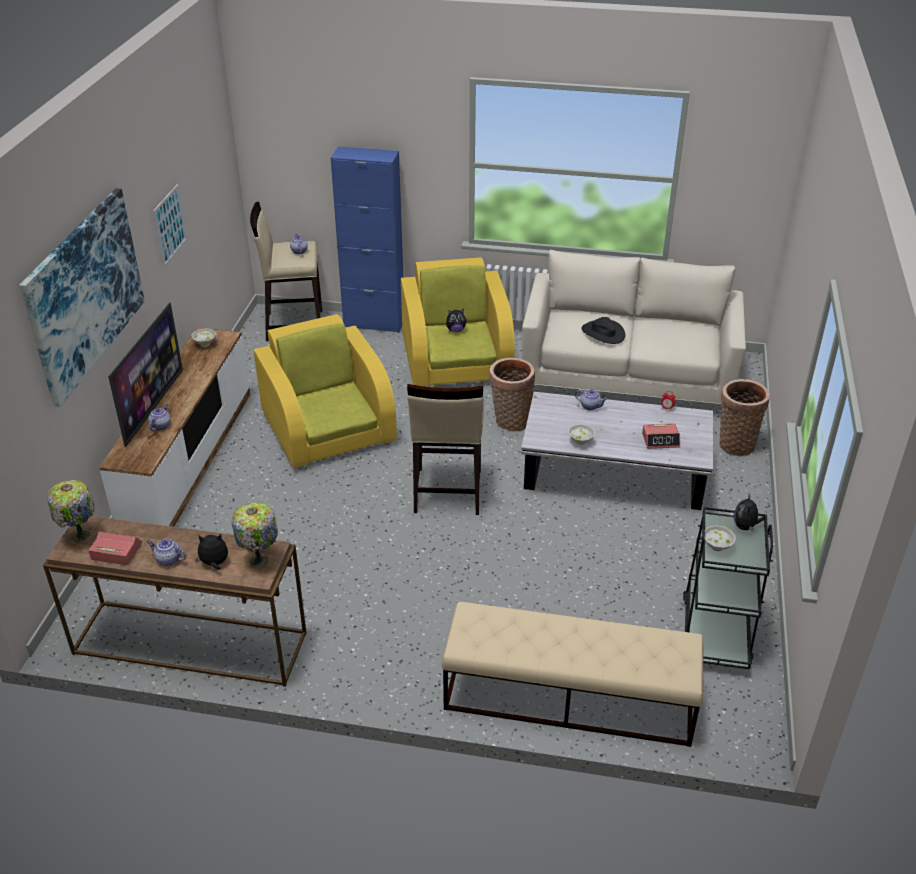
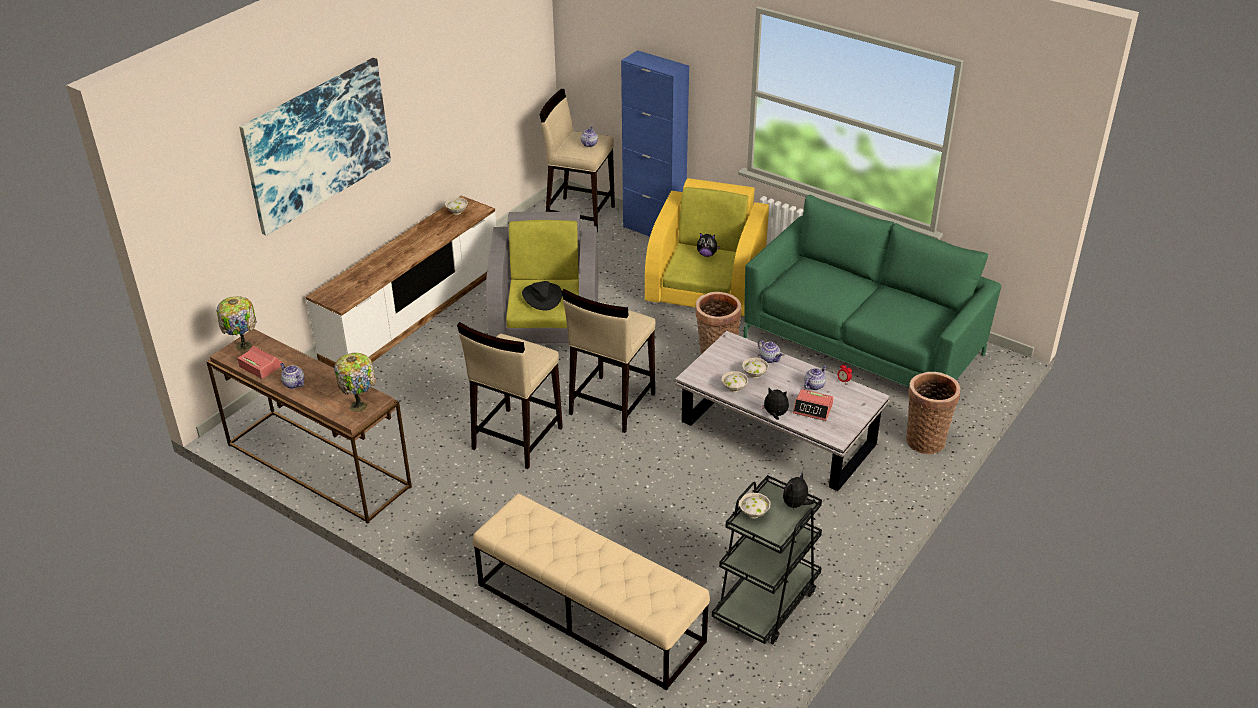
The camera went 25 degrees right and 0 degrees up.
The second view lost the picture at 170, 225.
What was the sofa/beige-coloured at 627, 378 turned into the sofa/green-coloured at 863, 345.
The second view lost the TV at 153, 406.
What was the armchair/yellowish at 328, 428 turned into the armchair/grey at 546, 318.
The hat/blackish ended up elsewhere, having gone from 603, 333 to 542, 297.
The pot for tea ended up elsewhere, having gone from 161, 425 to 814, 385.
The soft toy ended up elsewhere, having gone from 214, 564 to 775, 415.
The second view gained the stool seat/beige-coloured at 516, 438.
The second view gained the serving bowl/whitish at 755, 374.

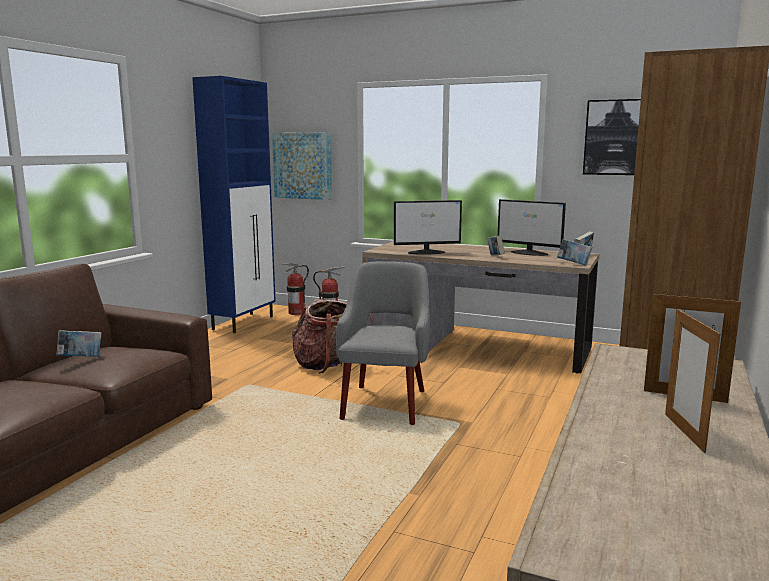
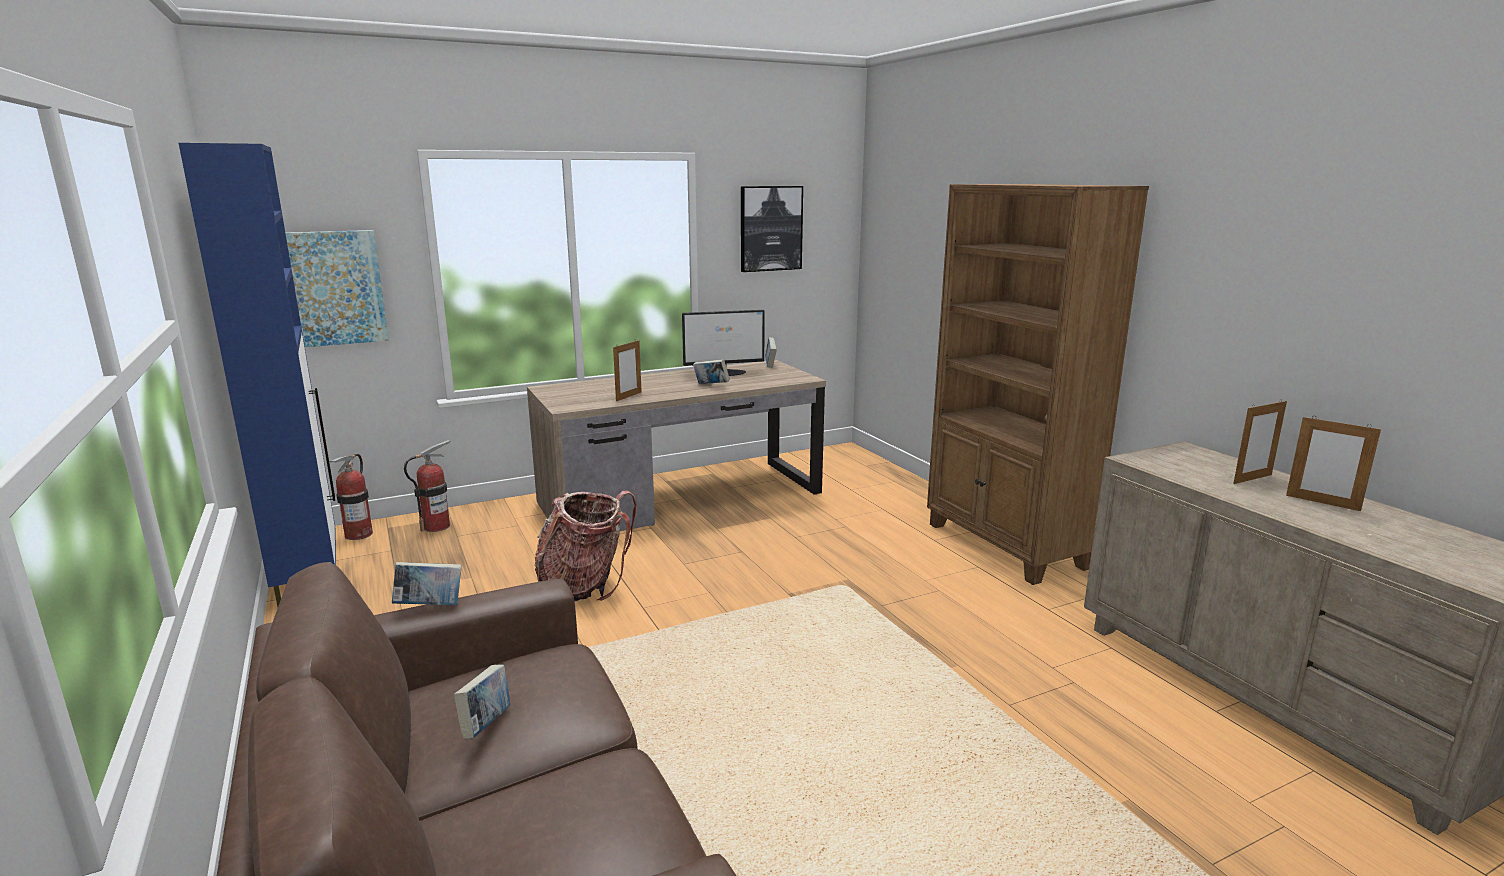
The camera went 50 degrees left and 5 degrees up.
Where the computer display stood at 427, 252, the photo frame came to stand at 628, 396.
The book ended up elsewhere, having gone from 573, 264 to 430, 606.
The second view lost the armchair/grey at 385, 403.

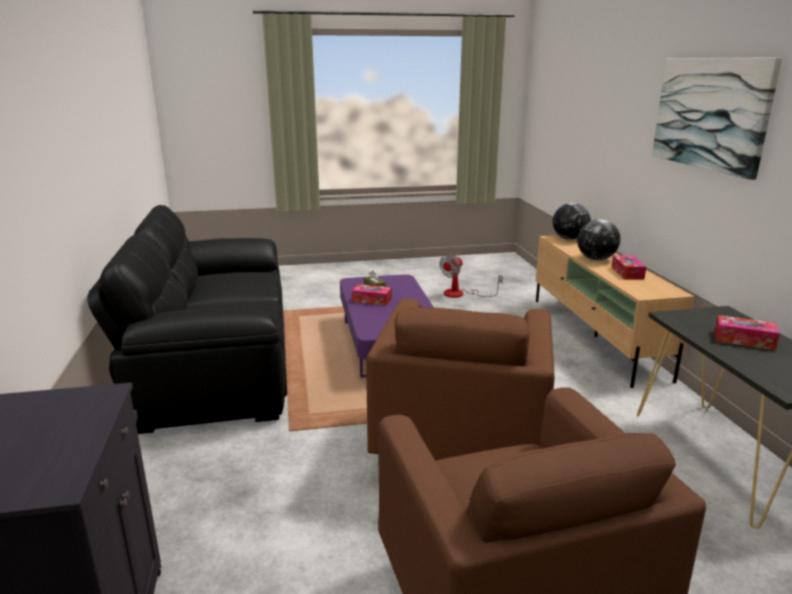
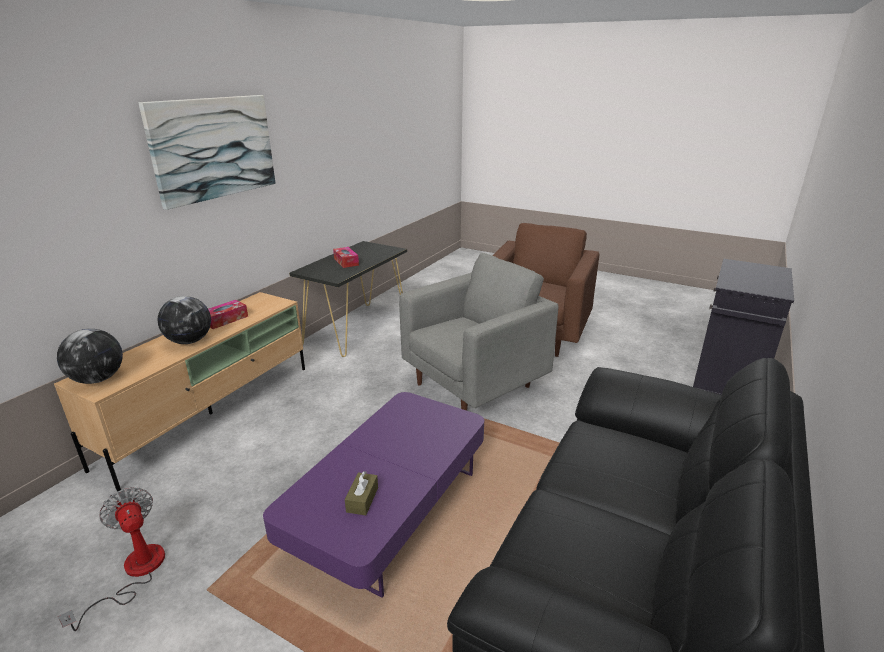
The camera went 140 degrees left and 5 degrees up.
The cooling fan at 461, 294 ended up facing another way, 120 degrees counterclockwise from before.
The second view lost the tissue holder at 371, 300.
What was the armchair/brown-coloured at 460, 450 turned into the armchair/grey at 474, 385.

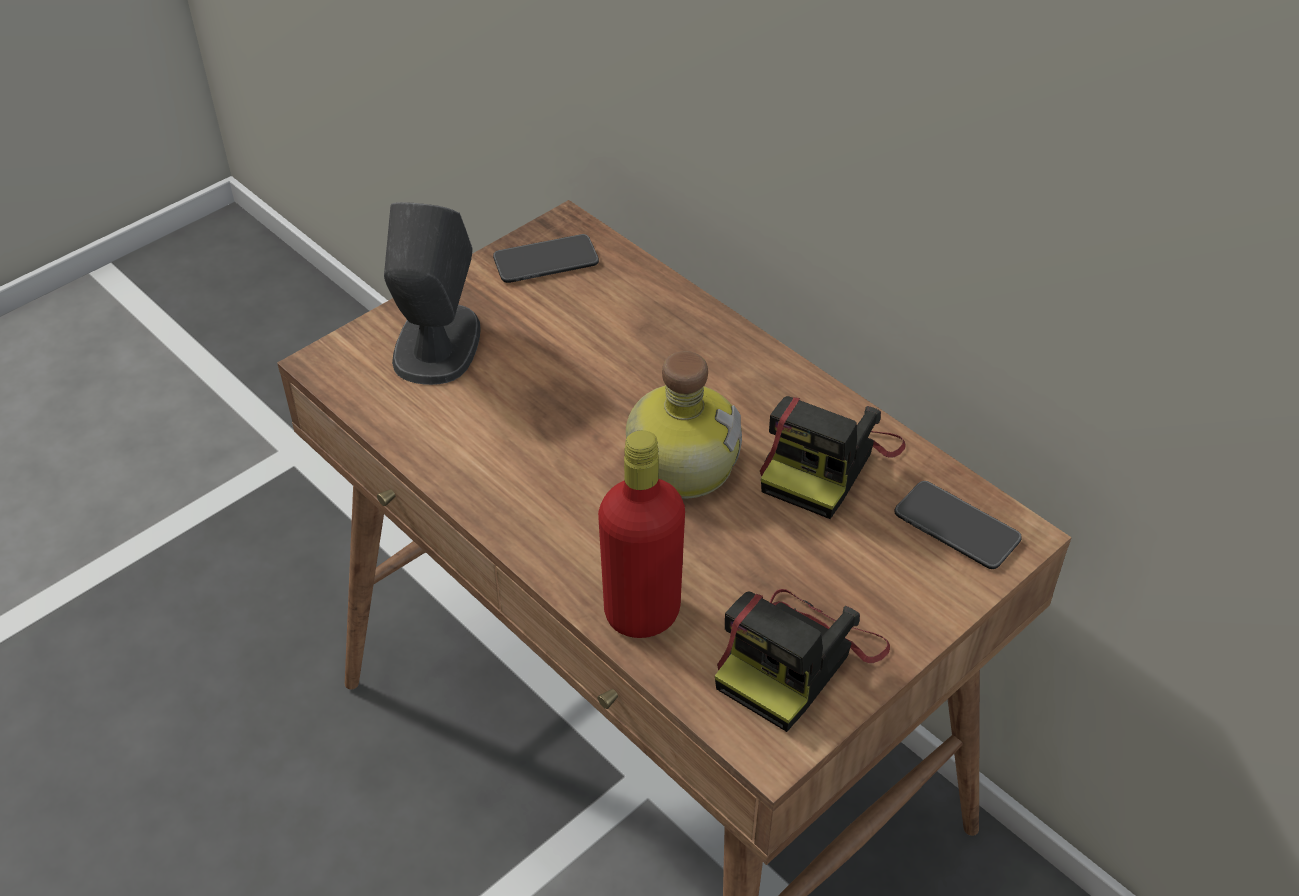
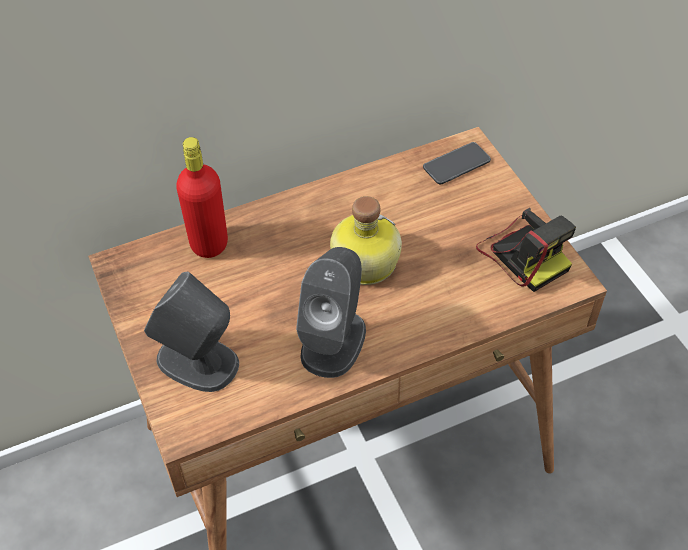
The camera went 70 degrees left and 5 degrees up.
The second view lost the telephone at 546, 260.
The second view lost the still camera at 827, 462.
The drink bottle/red-coloured ended up elsewhere, having gone from 642, 613 to 209, 243.
The second view gained the loudspeaker/grey at 333, 341.

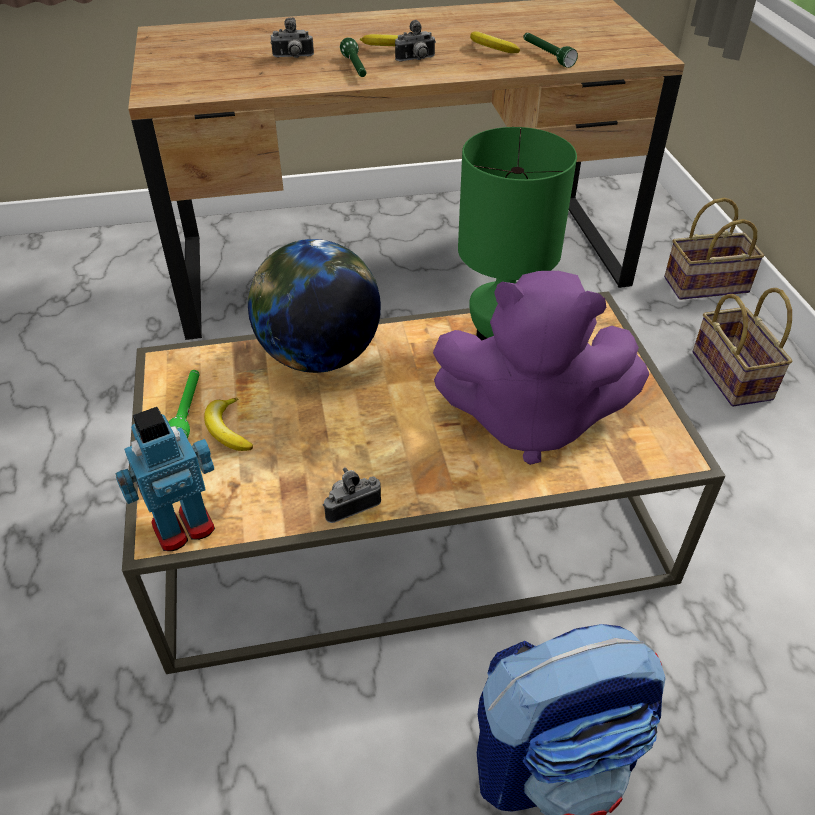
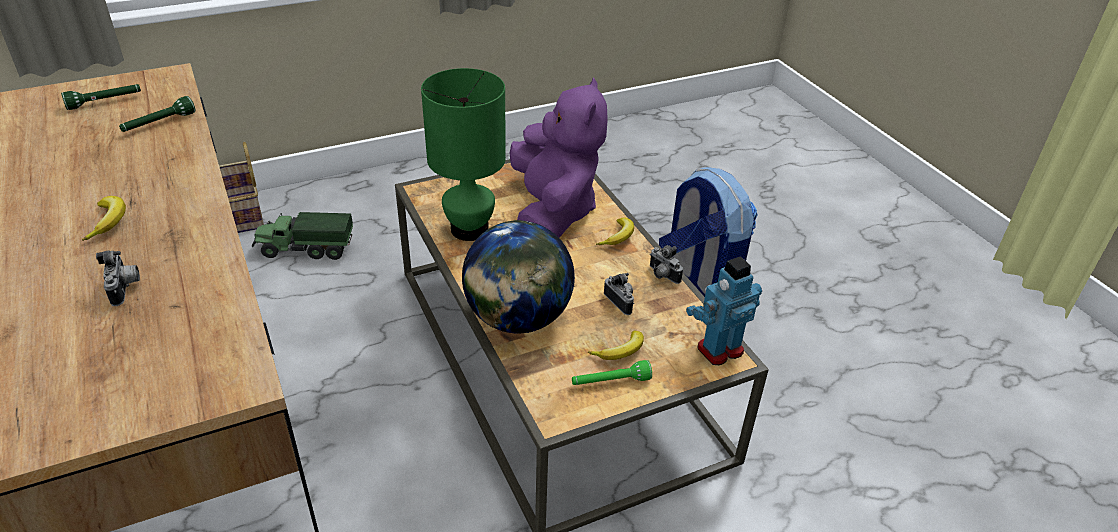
The camera went 105 degrees left and 5 degrees down.
The still camera ended up elsewhere, having gone from 416, 60 to 621, 302.
The whole banana ended up elsewhere, having gone from 491, 49 to 618, 237.
The hand torch/green-coloured ended up elsewhere, having gone from 355, 68 to 105, 102.
The second view lost the storage basket at 734, 377.
The toy robot at 182, 526 ended up facing another way, 105 degrees clockwise from before.
The second view gained the model truck at 305, 249.

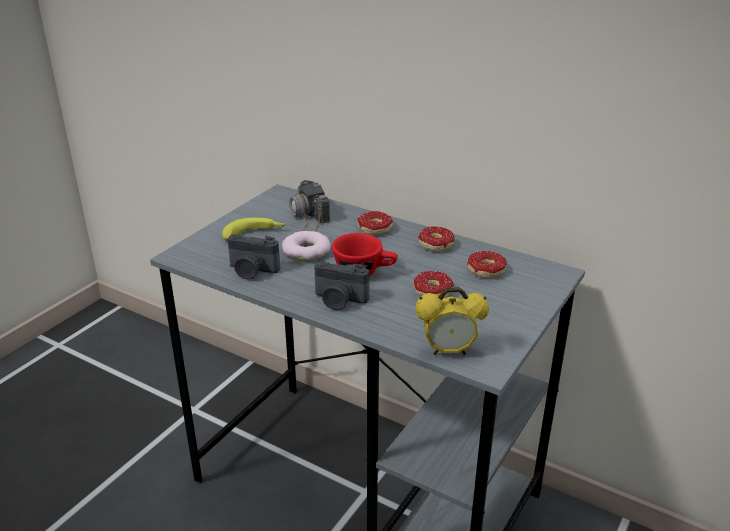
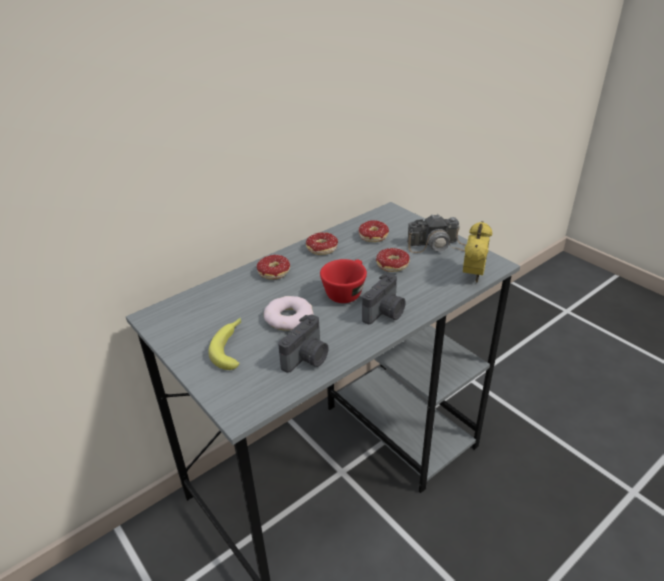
The camera went 70 degrees left and 5 degrees up.
The still camera ended up elsewhere, having gone from 308, 216 to 439, 245.

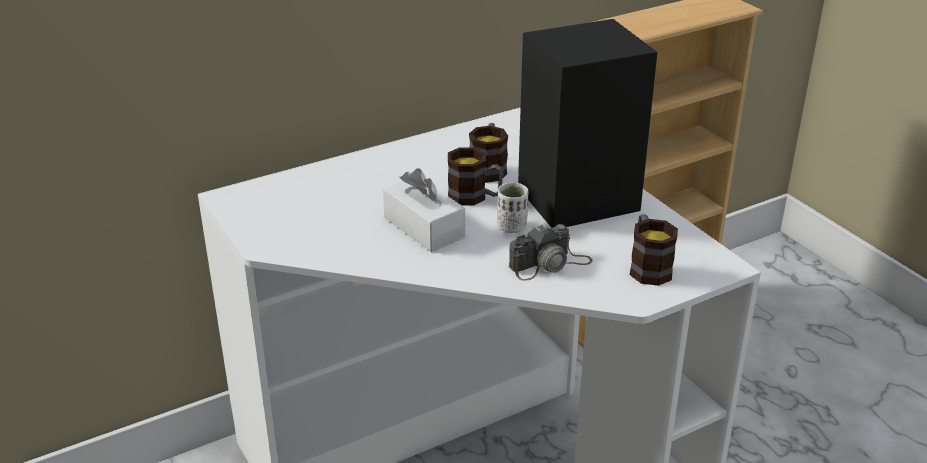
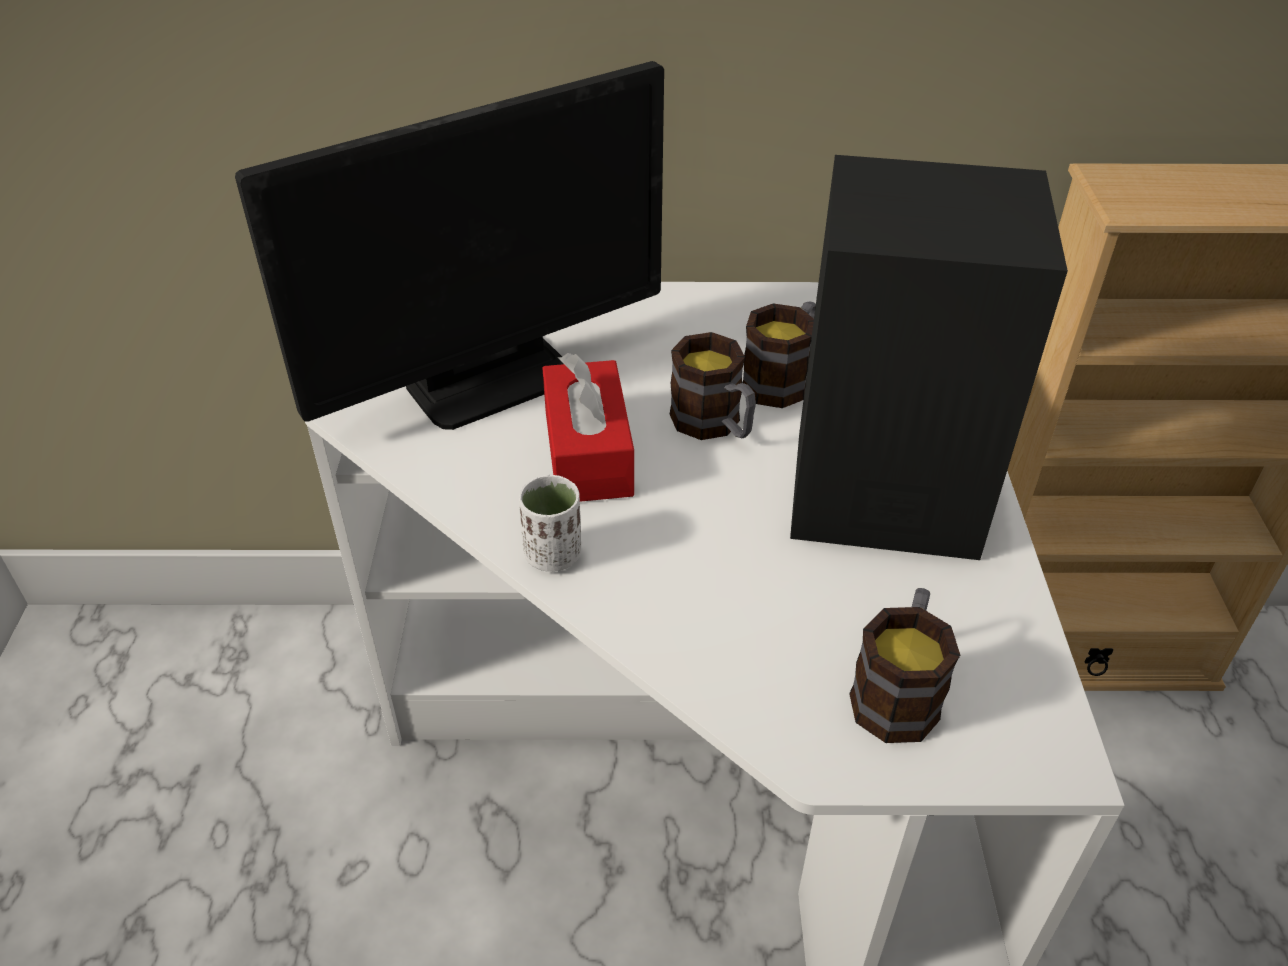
The camera went 30 degrees right and 10 degrees up.
What was the tissue holder/whitish at 424, 227 turned into the tissue holder/red-coloured at 588, 453.
The drinking cup/whitish ended up elsewhere, having gone from 512, 227 to 553, 555.
The second view lost the still camera at 550, 264.
The second view gained the computer display at 490, 379.

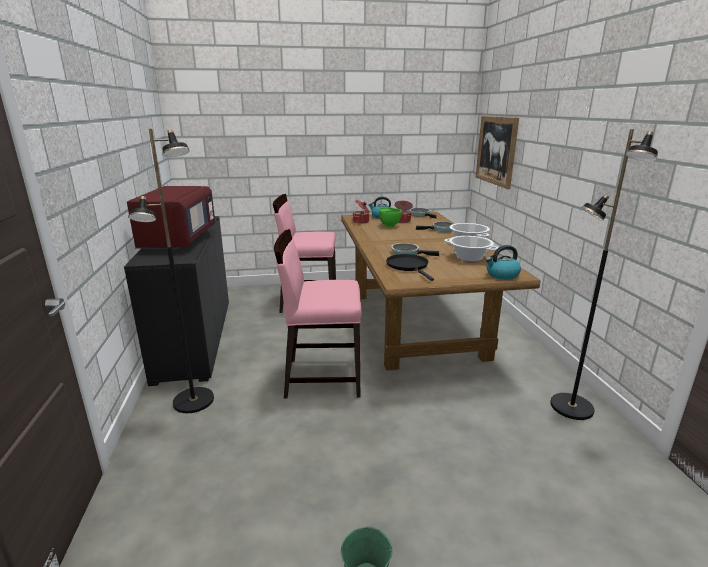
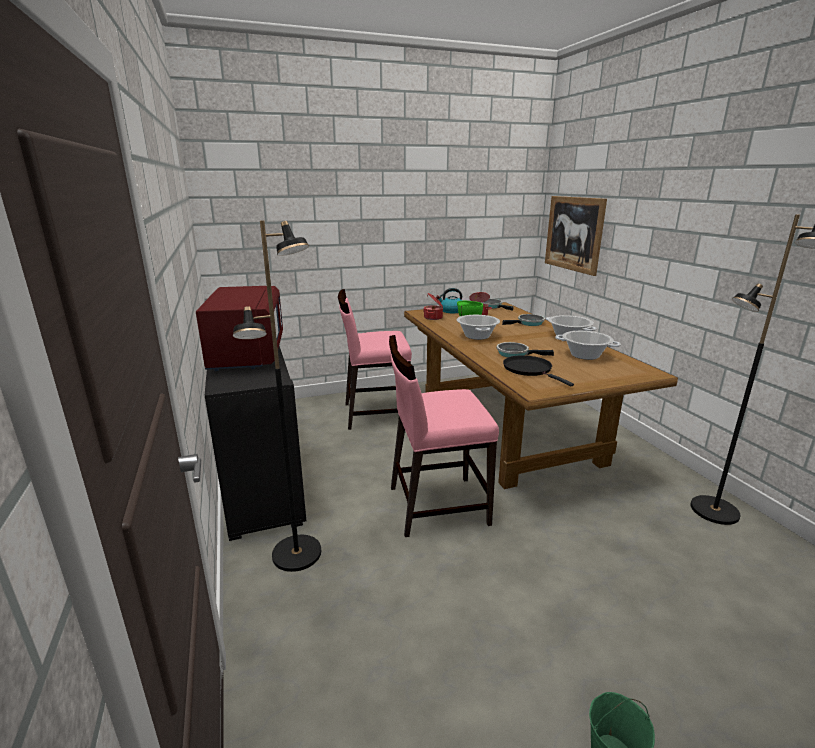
The camera went 10 degrees left and 0 degrees up.
The second view lost the water kettle at 502, 275.
The second view gained the saucepot at 477, 336.

